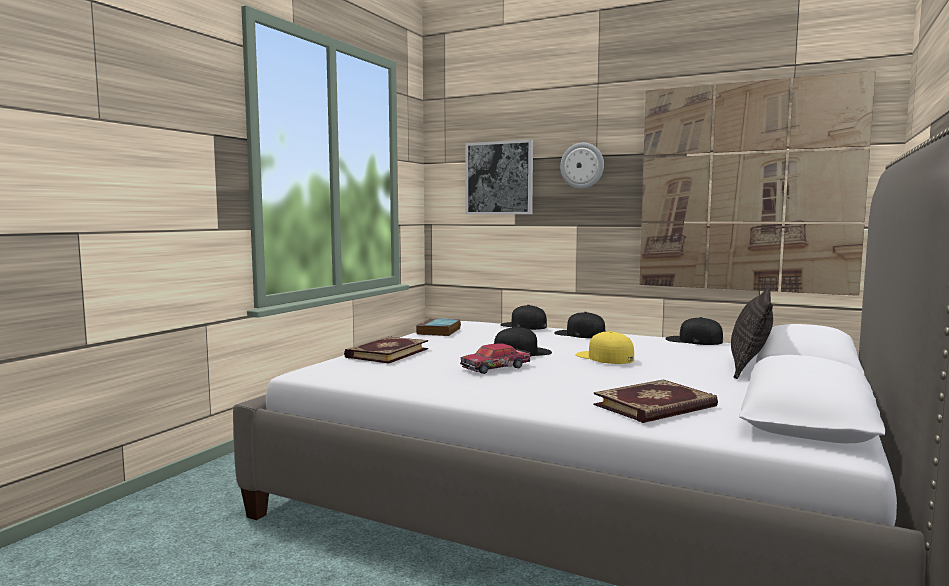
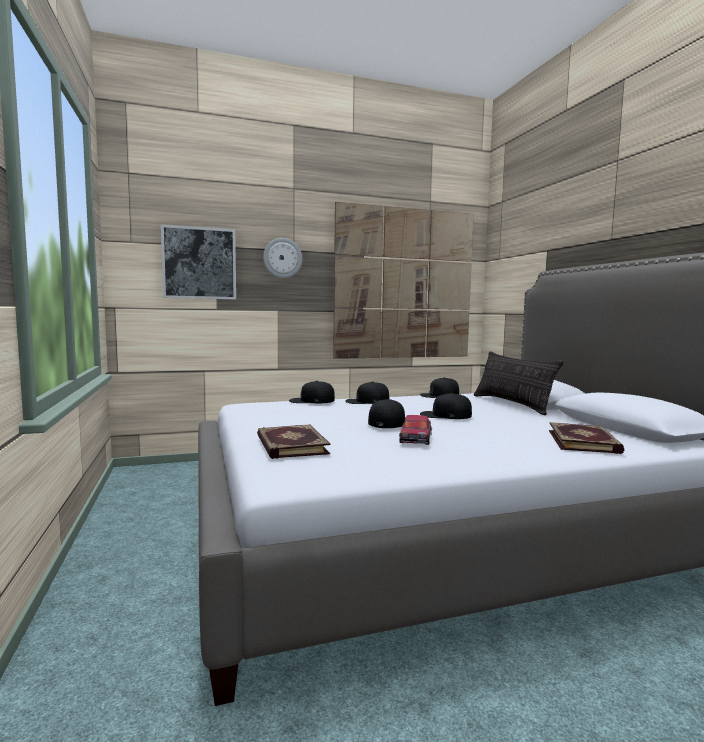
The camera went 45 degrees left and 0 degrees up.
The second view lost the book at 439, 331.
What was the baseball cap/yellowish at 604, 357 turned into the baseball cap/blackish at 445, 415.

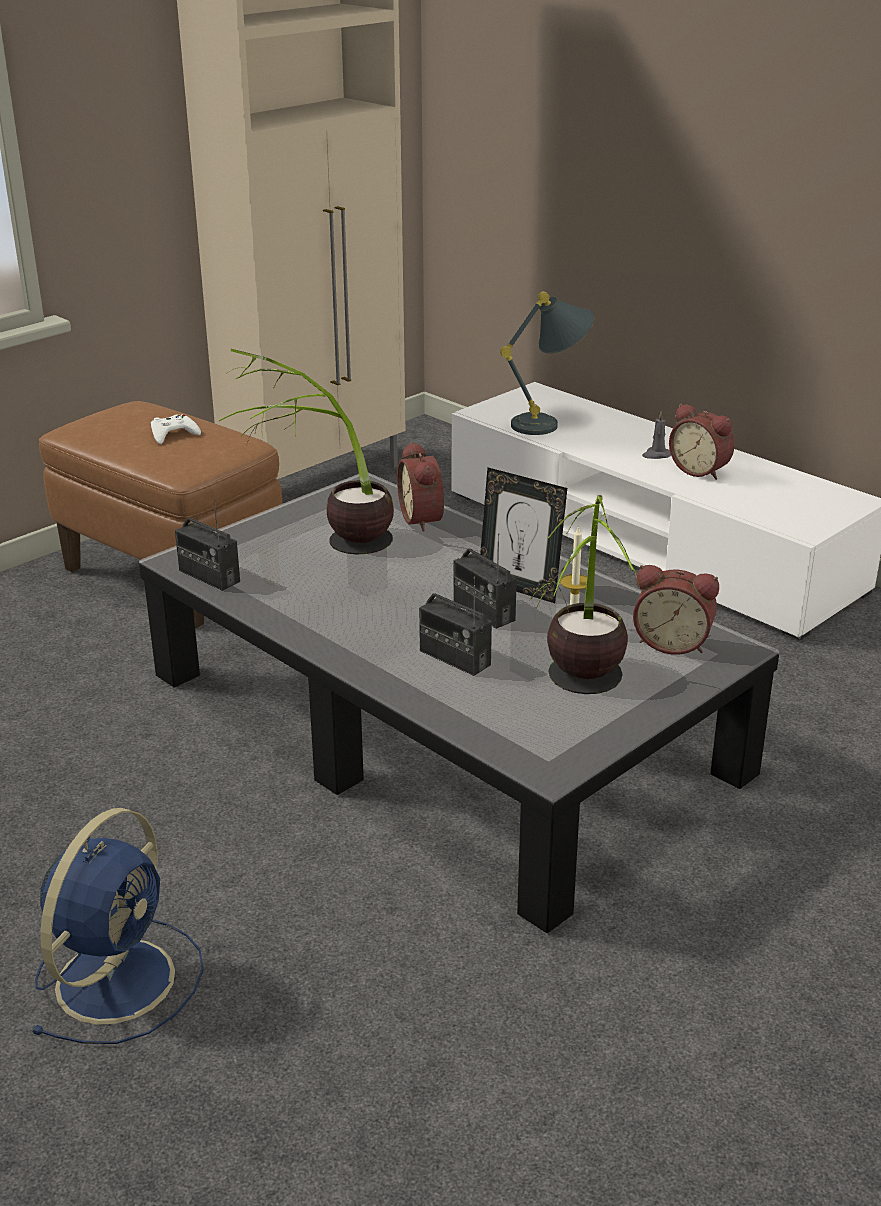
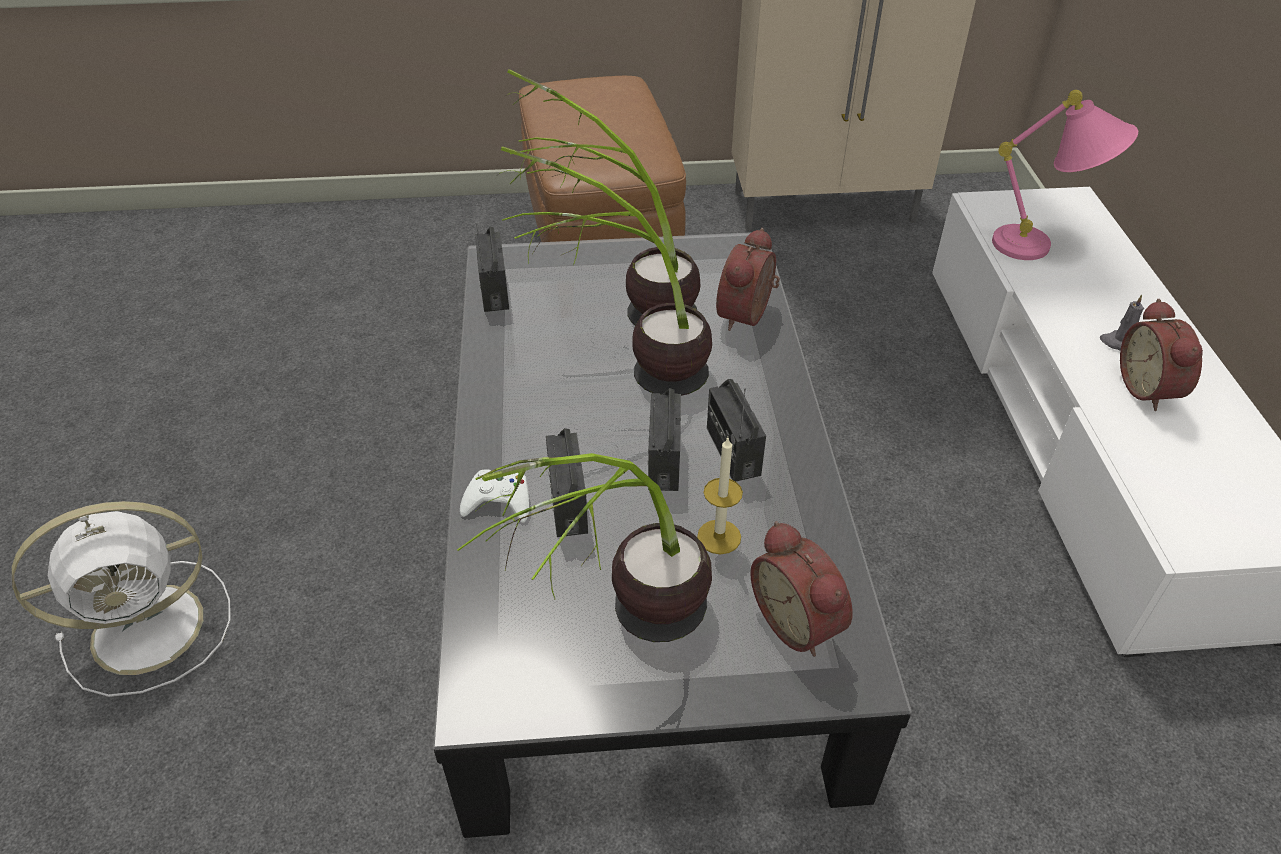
The camera went 40 degrees right and 15 degrees up.
What was the table lamp/grey at 550, 424 turned into the table lamp/pinkish at 1042, 249.
The gamepad/whitish ended up elsewhere, having gone from 173, 434 to 498, 501.
Where the photo frame stood at 519, 588, the radio came to stand at 732, 451.
What was the cooling fan/bluish at 118, 977 turned into the cooling fan/whitish at 153, 626.
The second view gained the potted plant at 625, 374.

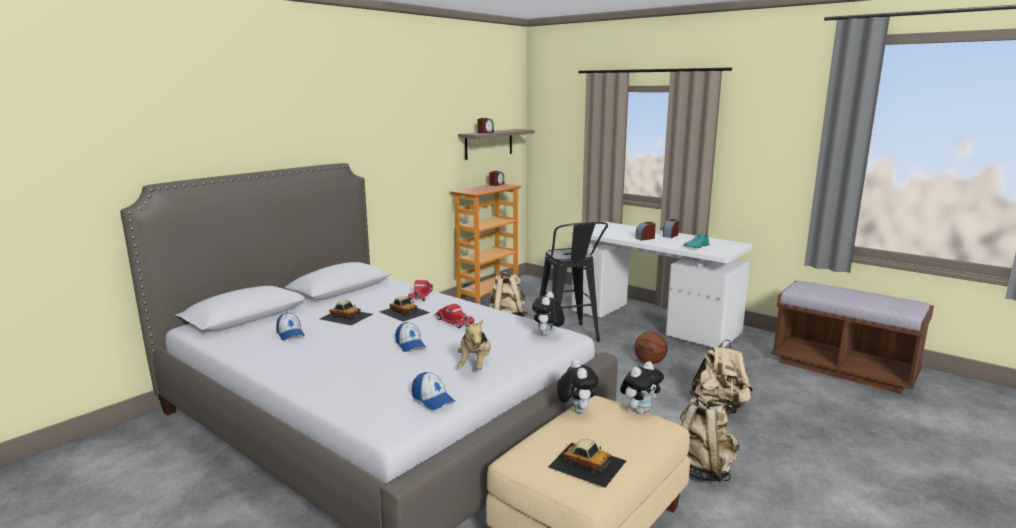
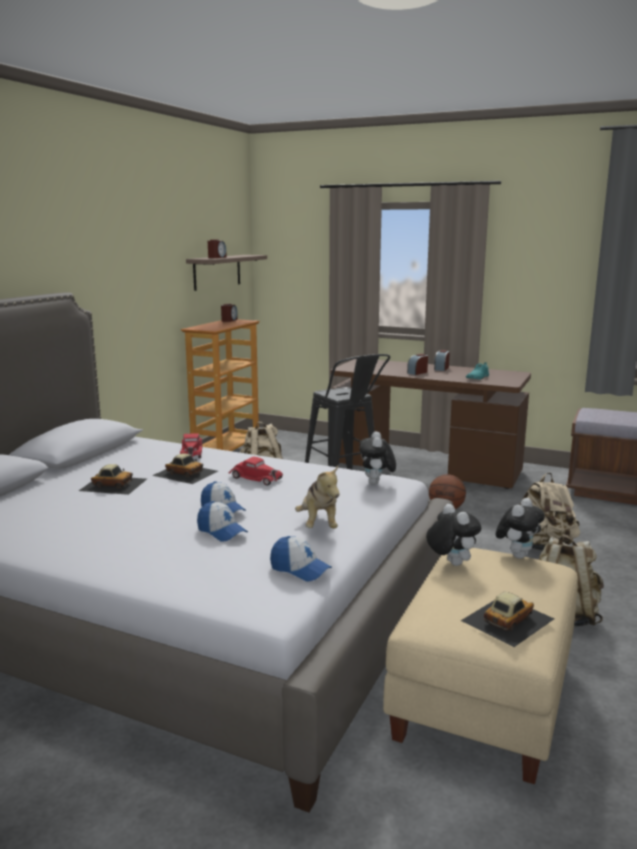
The camera went 15 degrees left and 0 degrees up.
What was the desk unit/whitish at 652, 322 turned into the desk unit/brown-coloured at 425, 467.
The baseball cap ended up elsewhere, having gone from 290, 334 to 222, 531.
The miniature car at 587, 463 ended up facing another way, 60 degrees counterclockwise from before.

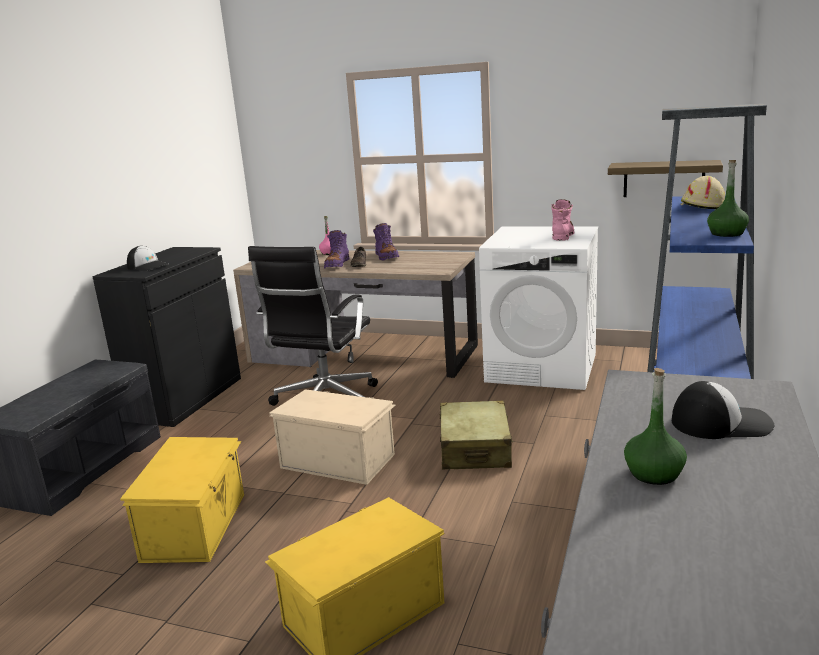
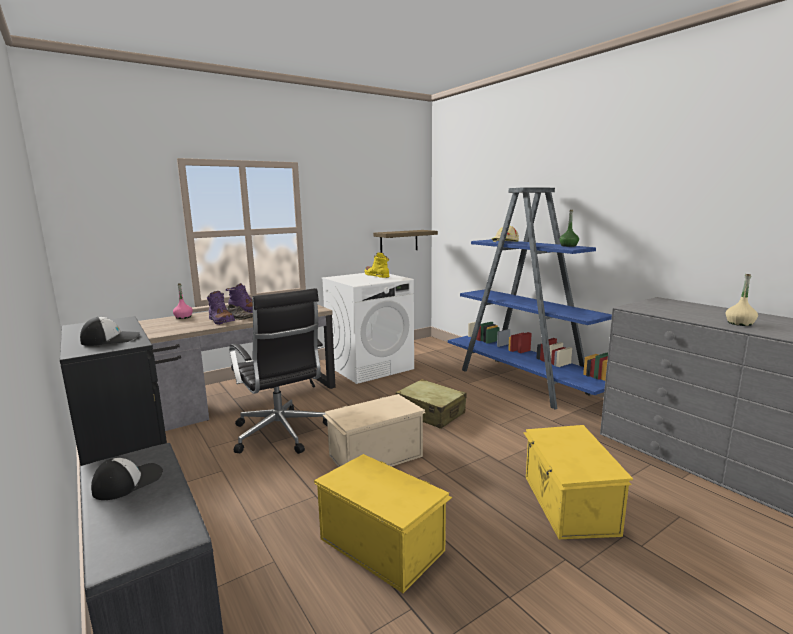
The camera went 55 degrees left and 5 degrees down.
What was the tall boot/pinkish at 562, 235 turned into the tall boot/yellowish at 377, 276.
What was the drink bottle/green-coloured at 654, 473 turned into the drink bottle/beige-coloured at 739, 323.
The baseball cap ended up elsewhere, having gone from 720, 423 to 128, 482.

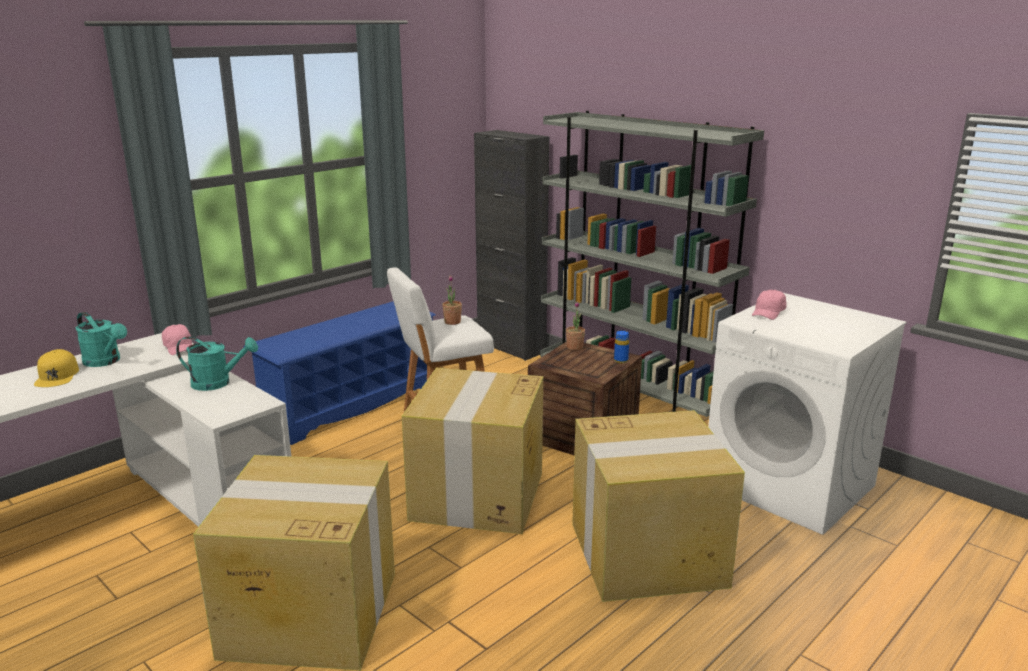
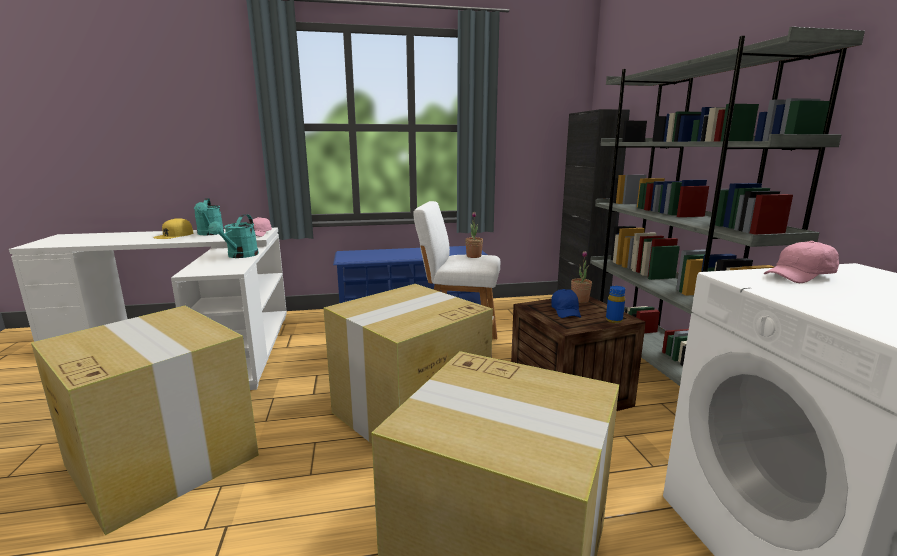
The camera went 35 degrees right and 5 degrees down.
The sprinkling can/turquoise-coloured at 218, 383 ended up facing another way, 60 degrees clockwise from before.
The second view gained the baseball cap/bluish at 566, 311.

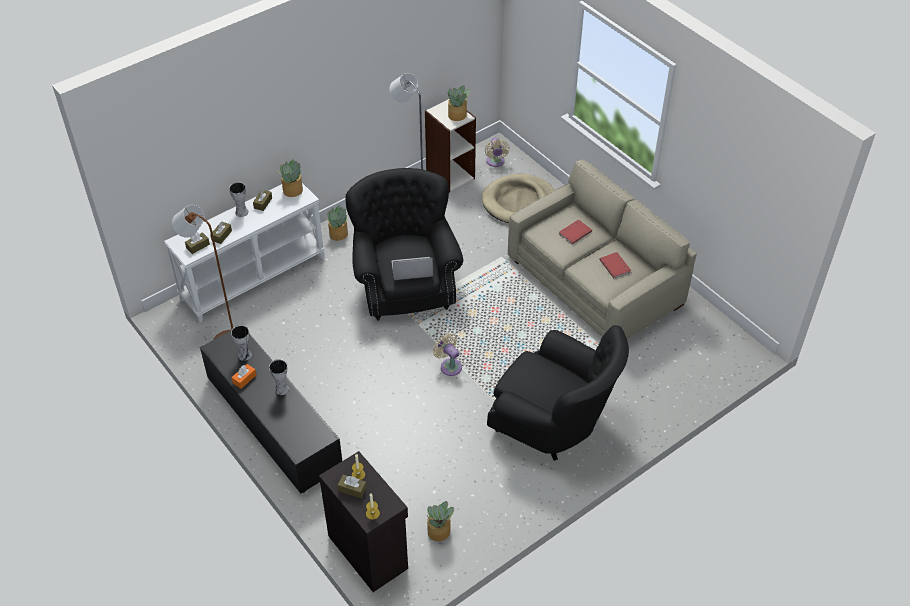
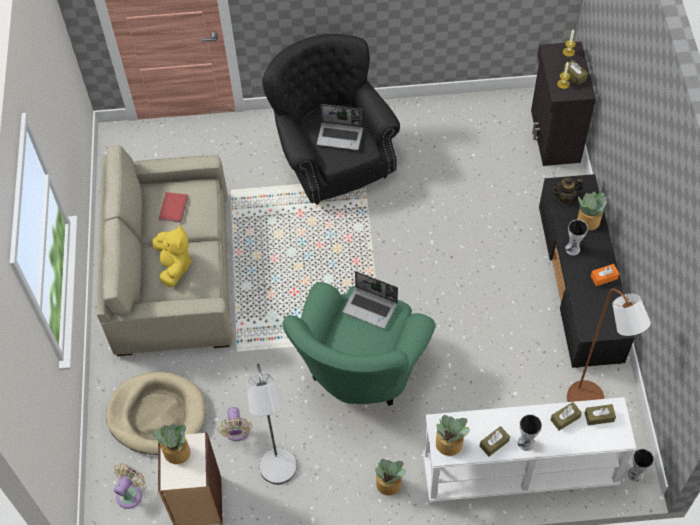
The camera went 145 degrees left and 10 degrees up.
What was the armchair/blackish at 405, 285 turned into the armchair/green-coloured at 360, 370.
Where the book/red-coloured stood at 574, 232, the soft toy/yellowish came to stand at 174, 266.
The flower vase ended up elsewhere, having gone from 245, 354 to 635, 474.
The cooling fan/beige-coloured ended up elsewhere, having gone from 449, 365 to 237, 432.
The potted plant ended up elsewhere, having gone from 439, 532 to 587, 221.
The second view gained the portable computer at 340, 136.
The second view gained the pot for tea at 565, 197.

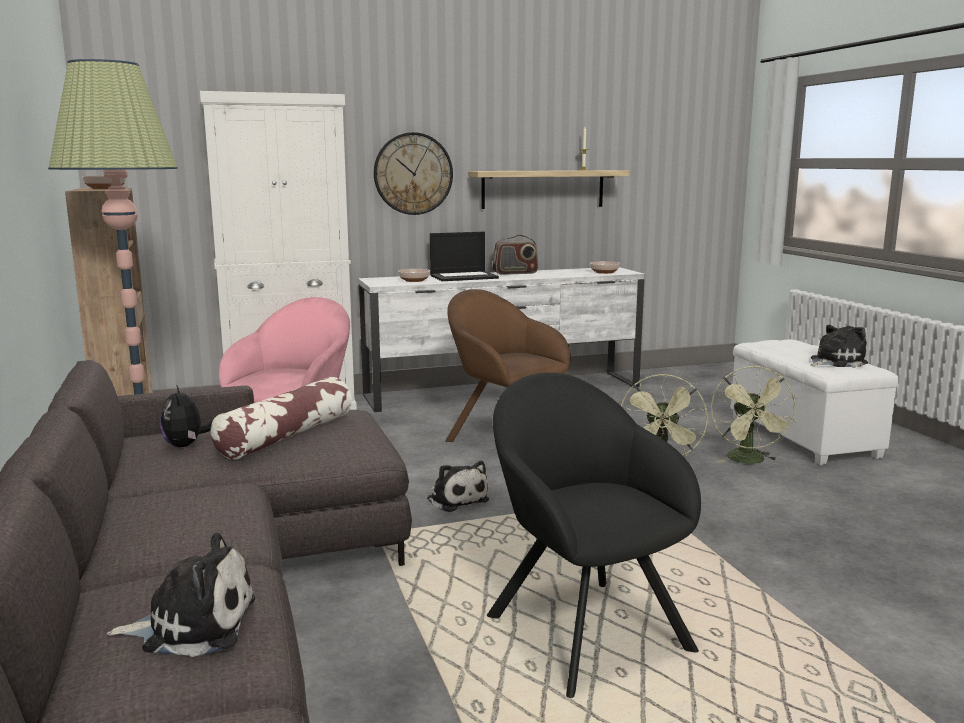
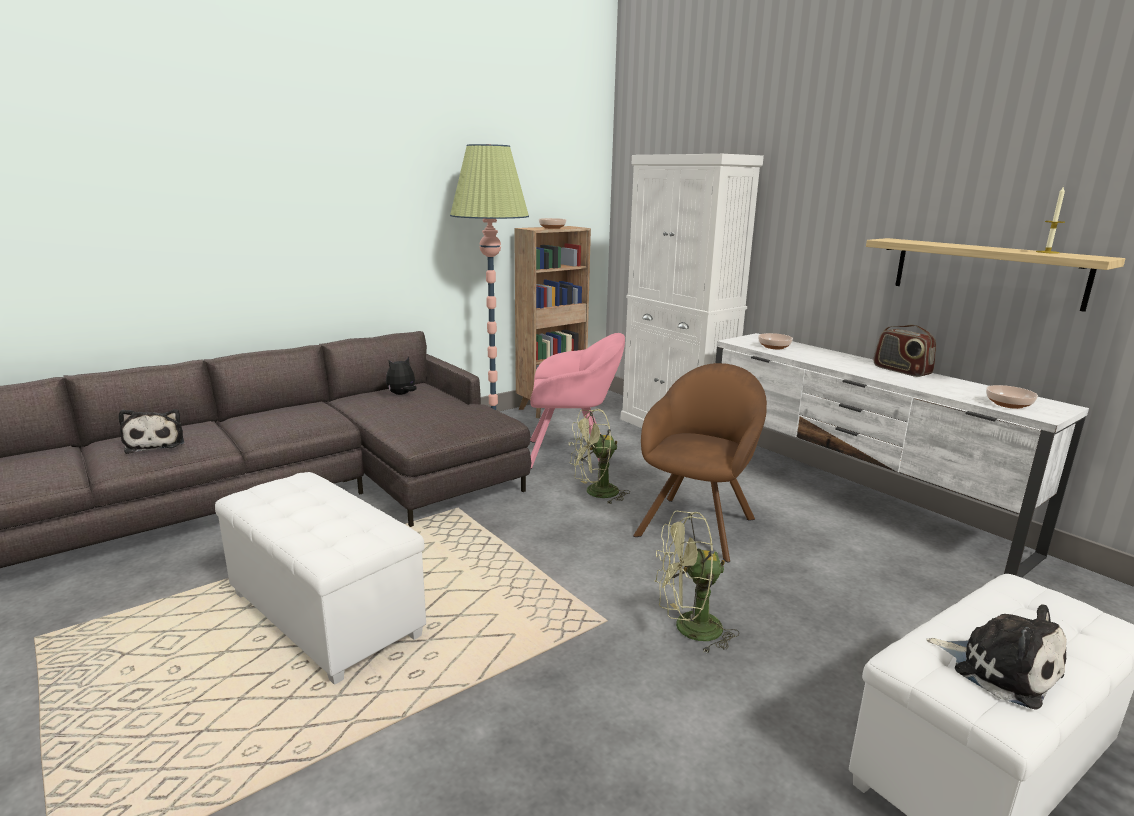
The camera went 70 degrees right and 5 degrees up.
The second view lost the wall clock at 413, 174.
The second view lost the portable computer at 464, 277.
The cooling fan/green-coloured ended up elsewhere, having gone from 749, 461 to 595, 493.
Where the armchair/blackish stood at 582, 628, the footrest/whitish came to stand at 327, 615.
The second view lost the cushion at 286, 436.
The second view lost the soft toy at 456, 499.

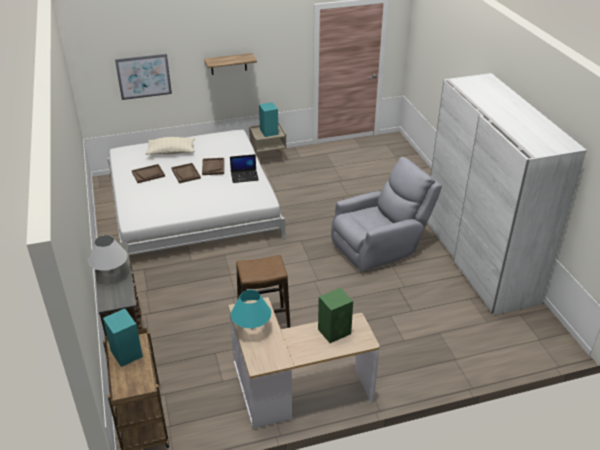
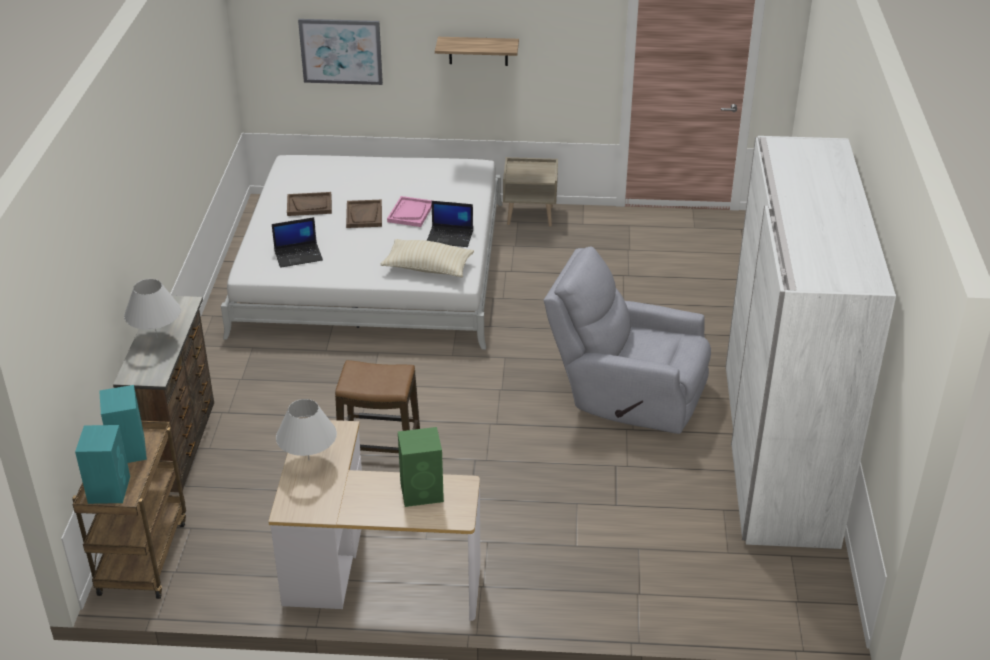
The camera went 20 degrees right and 0 degrees up.
The loudspeaker/turquoise-coloured ended up elsewhere, having gone from 269, 132 to 109, 489.
The cushion/beige-coloured ended up elsewhere, having gone from 171, 152 to 428, 268.
The armchair/grey at 380, 246 ended up facing another way, 150 degrees counterclockwise from before.
What was the carrying tray/brown-coloured at 213, 167 turned into the carrying tray/pinkish at 410, 213.
What was the table lamp/turquoise-coloured at 251, 329 turned into the table lamp/whitish at 308, 460.
The second view gained the portable computer at 299, 255.

